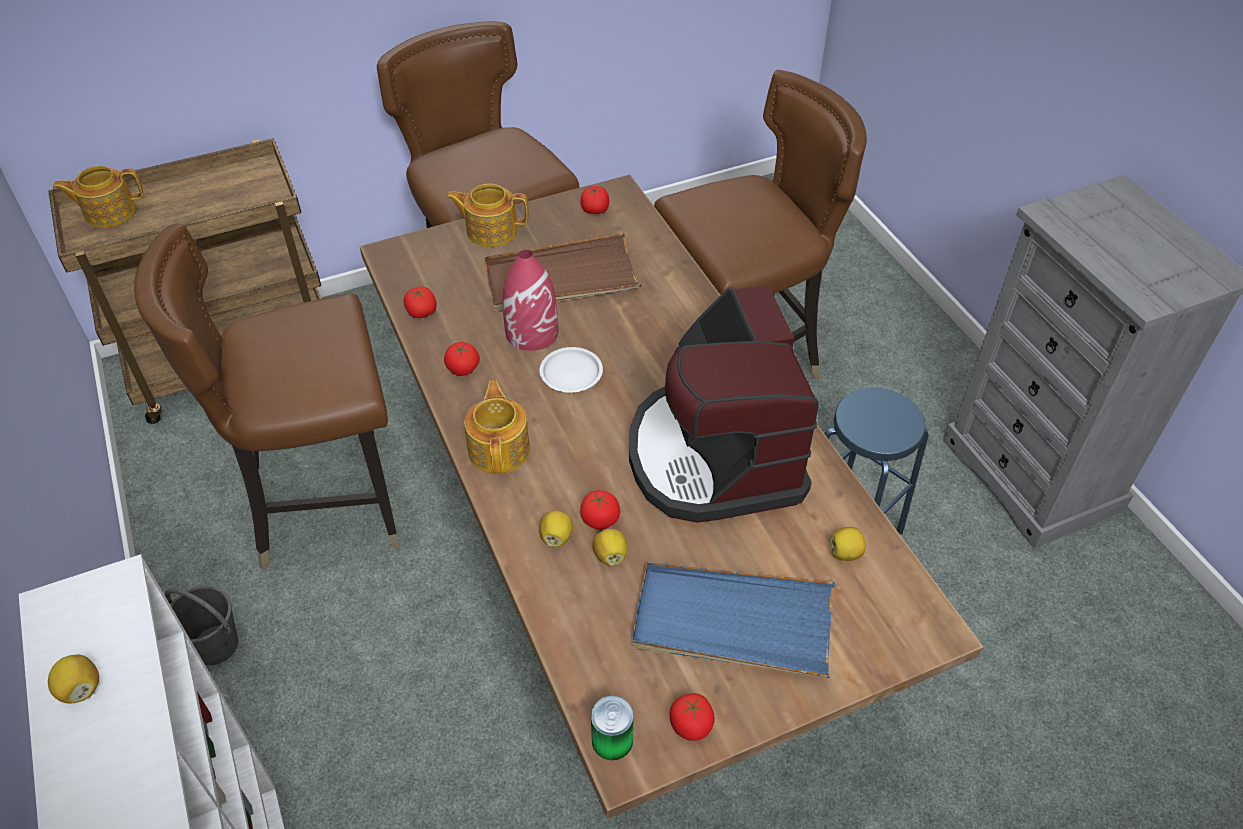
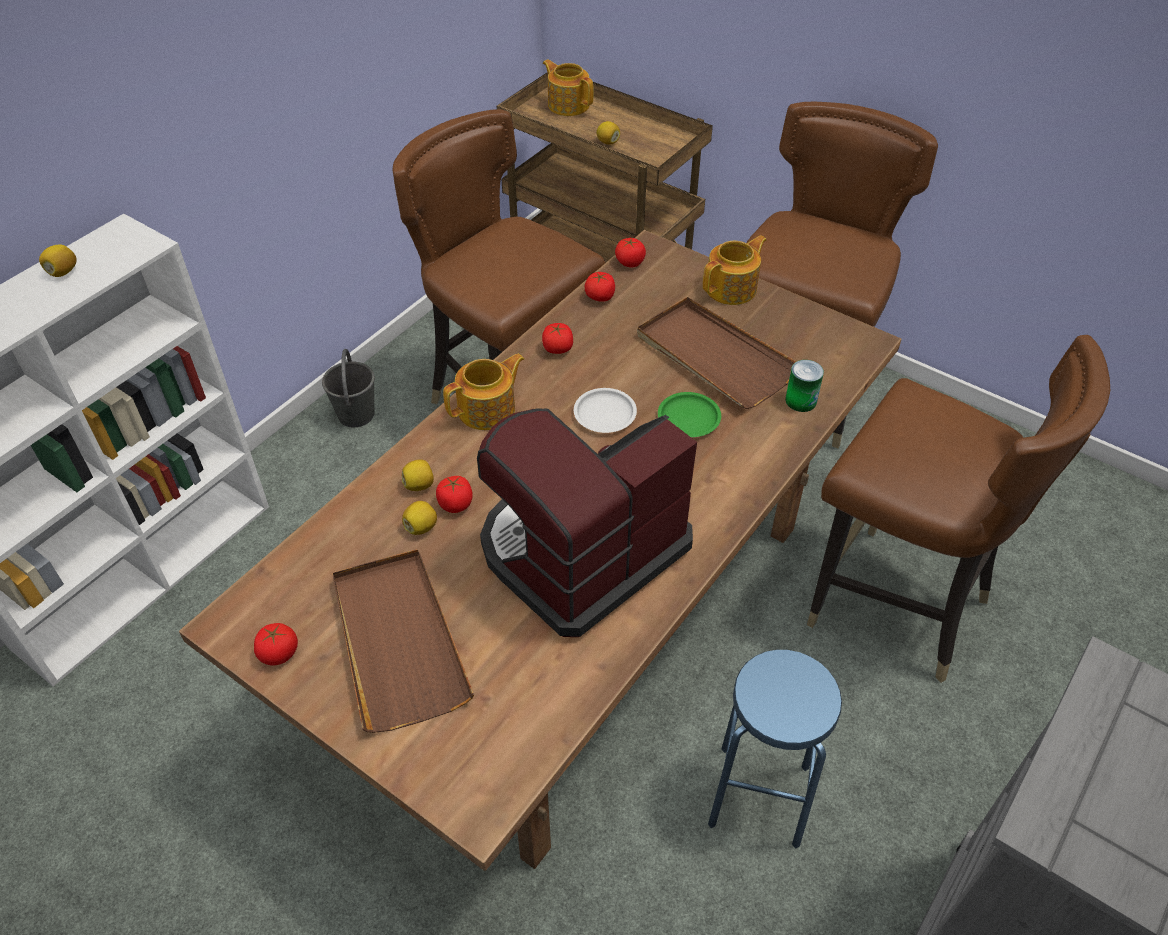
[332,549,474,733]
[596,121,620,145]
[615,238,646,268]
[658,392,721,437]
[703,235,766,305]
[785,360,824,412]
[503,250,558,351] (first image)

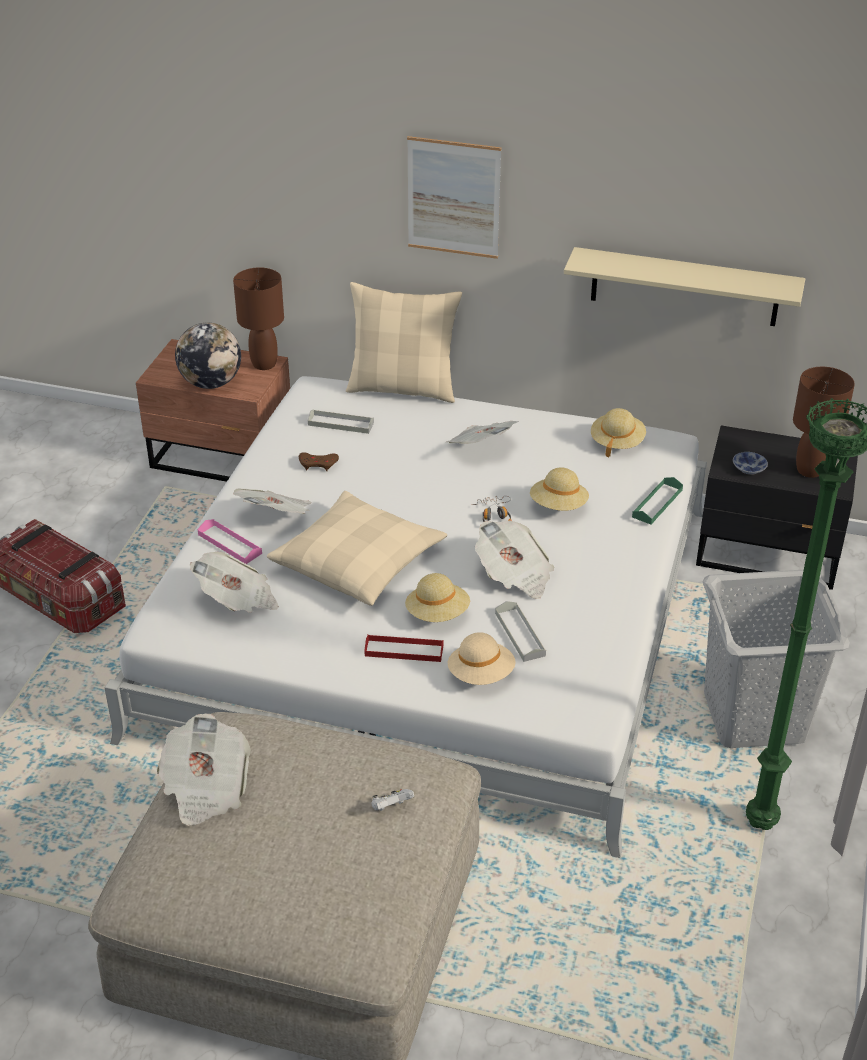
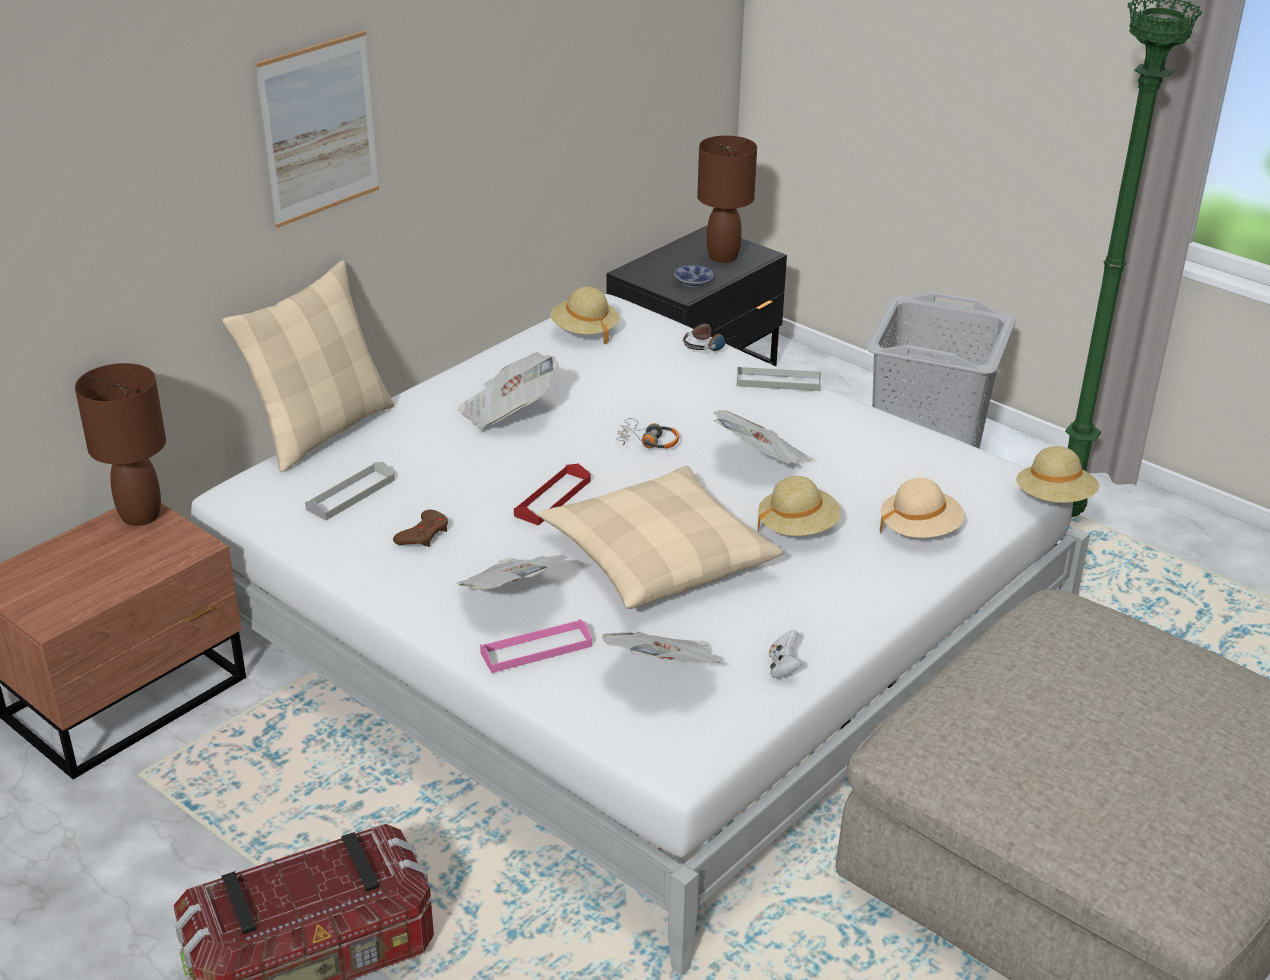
[514,463,591,526]
[683,324,736,351]
[736,366,821,391]
[769,630,802,678]
[1016,446,1100,503]
[157,714,251,826] (first image)
[175,323,241,389] (first image)
[564,247,805,326] (first image)

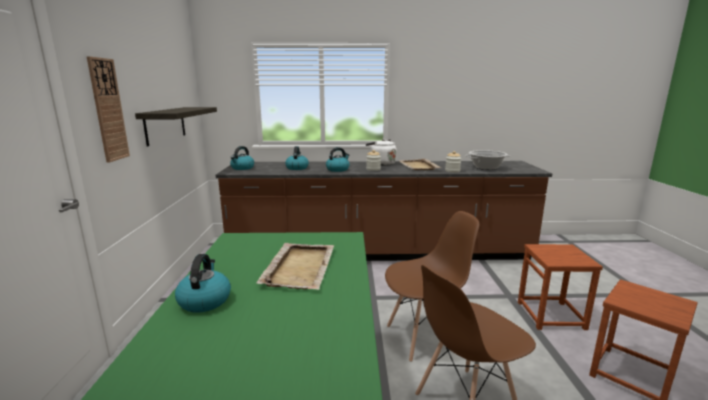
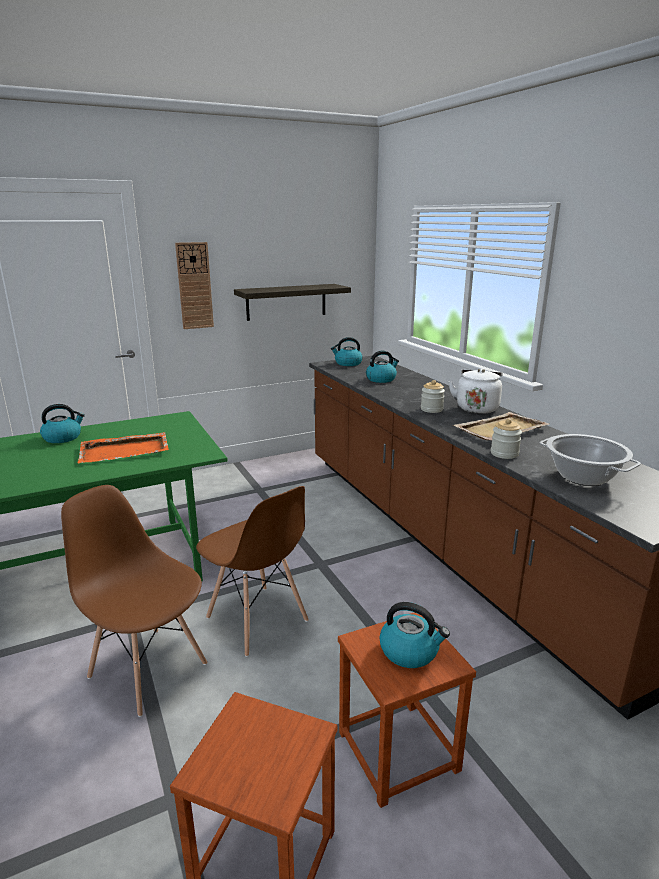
[78,432,169,463]
[379,602,450,668]

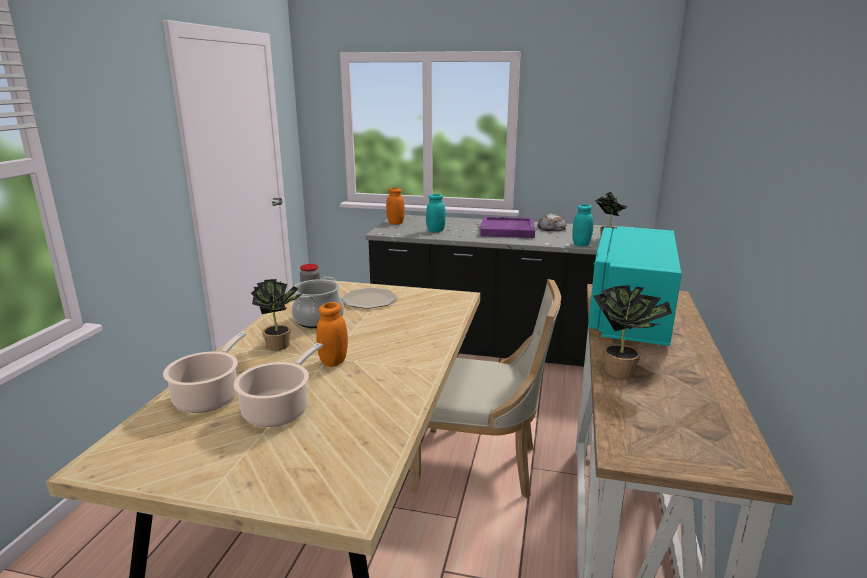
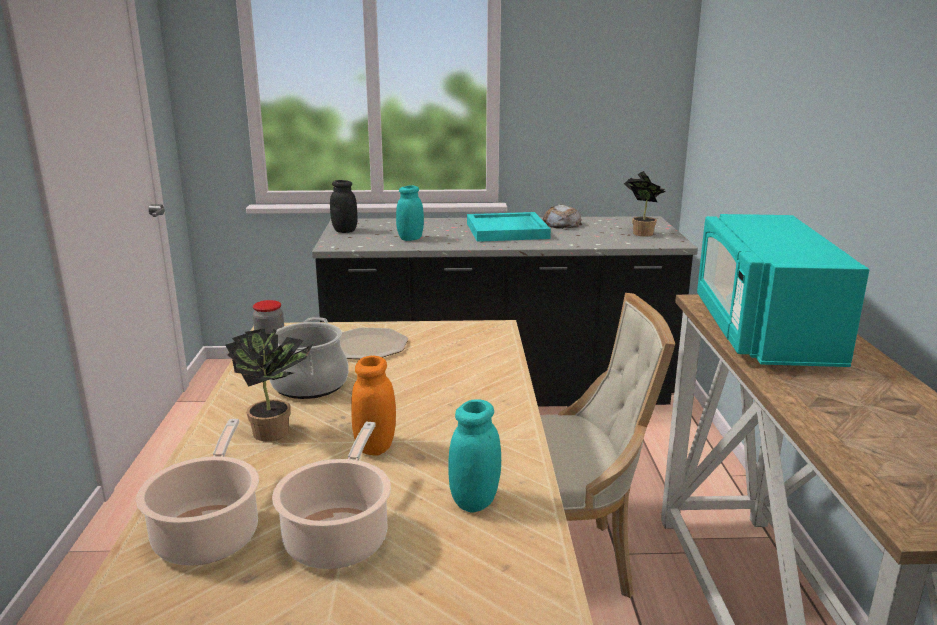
[330,180,357,233]
[448,399,501,513]
[467,212,551,242]
[593,285,672,378] (first image)

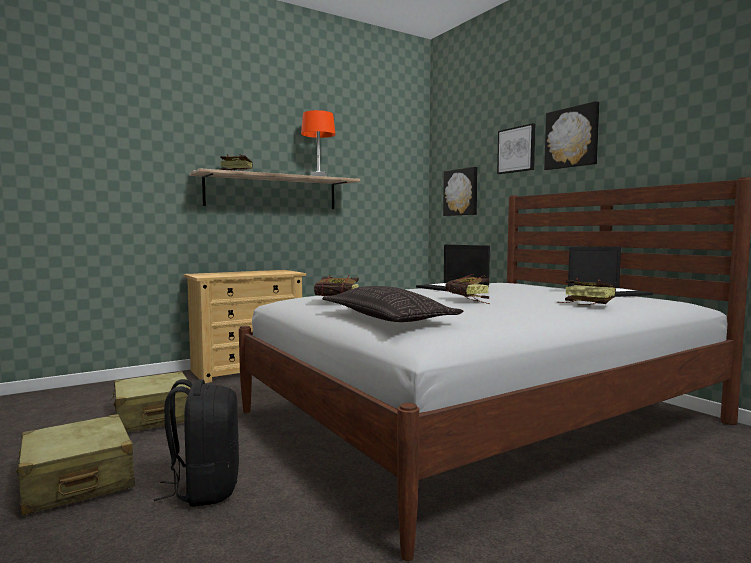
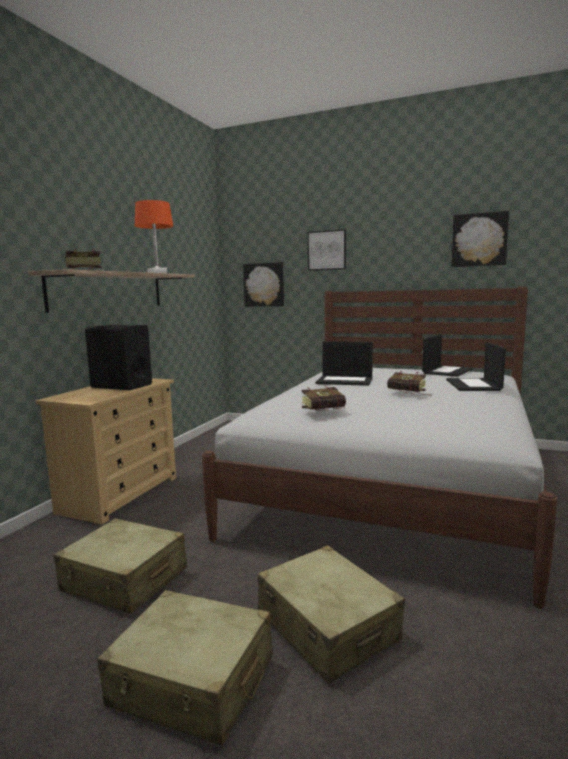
[85,325,152,390]
[258,545,405,684]
[446,342,506,391]
[451,211,509,267]
[322,286,463,322] (first image)

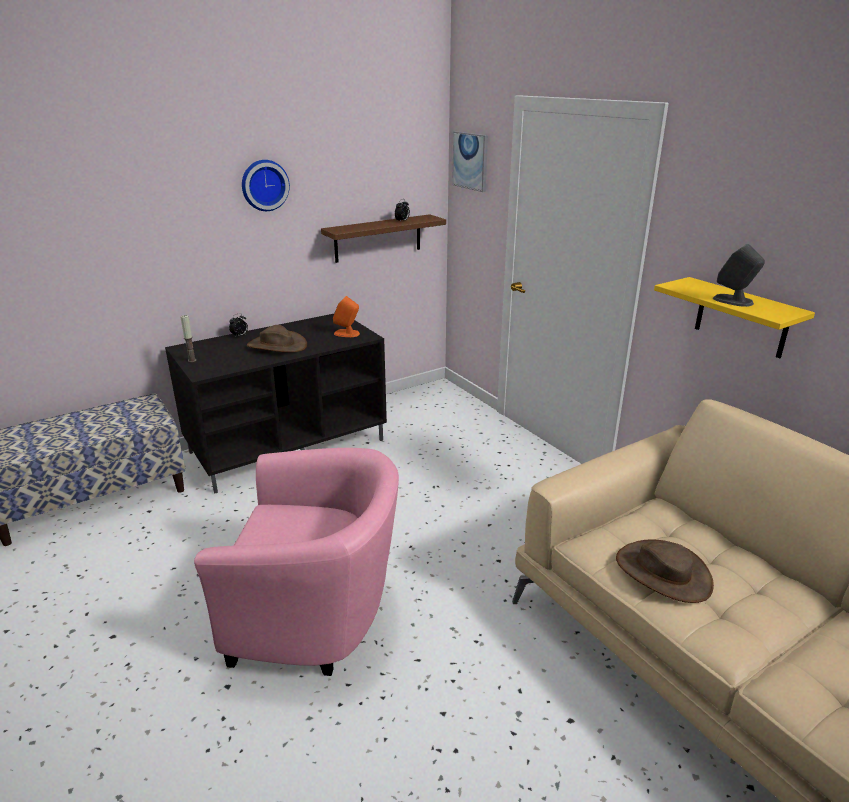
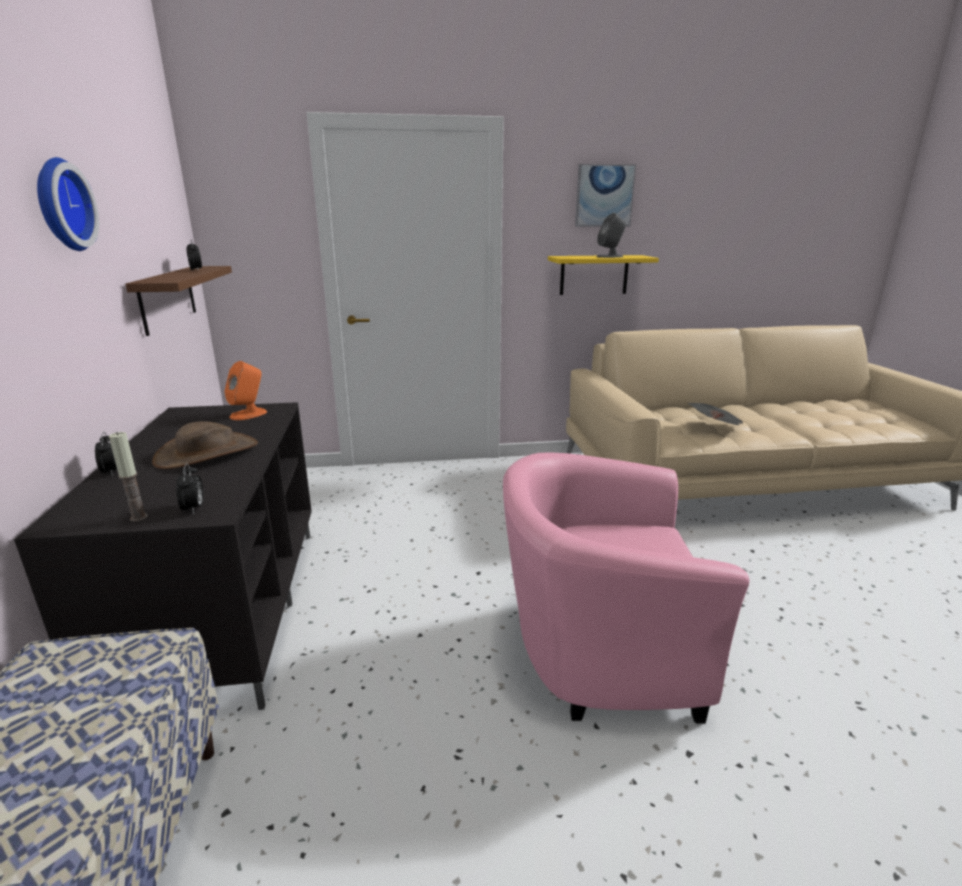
[176,463,204,514]
[503,453,749,724]
[575,164,636,227]
[687,403,743,425]

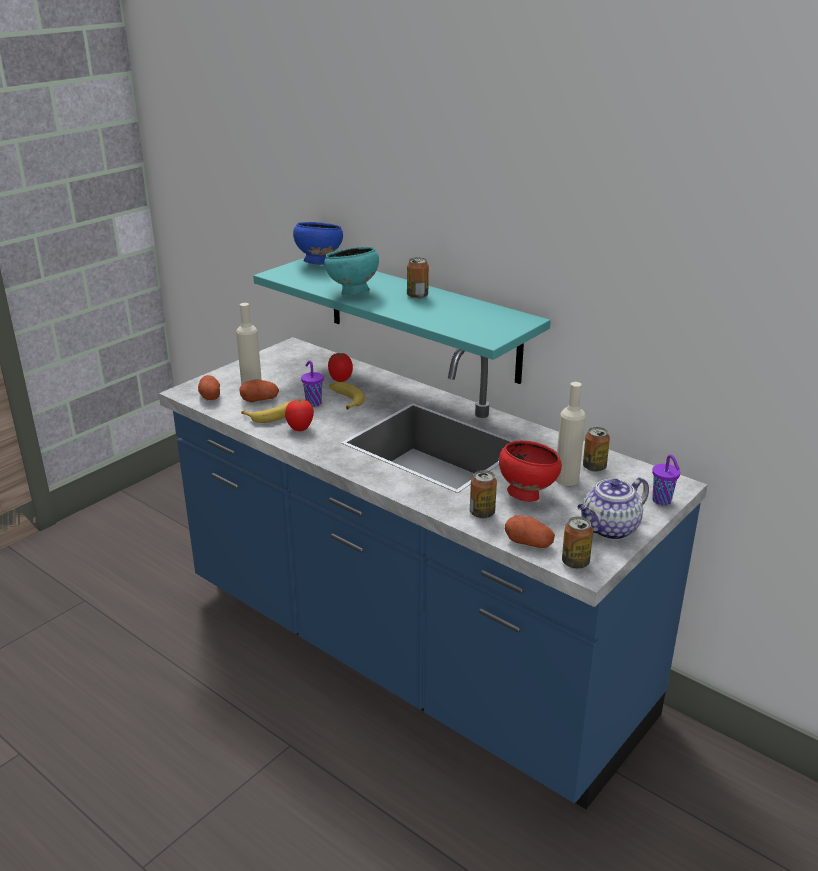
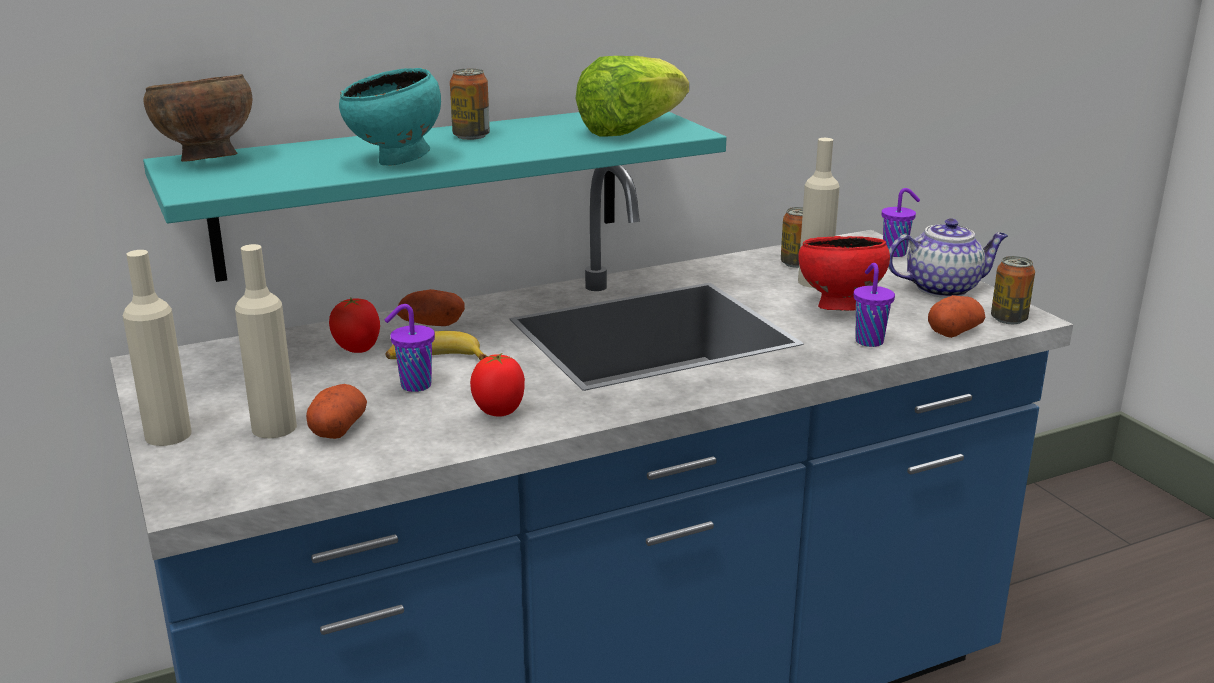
[123,250,192,446]
[143,74,253,162]
[397,289,465,326]
[575,56,689,137]
[854,263,895,347]
[888,218,1008,298]
[241,401,291,423] (first image)

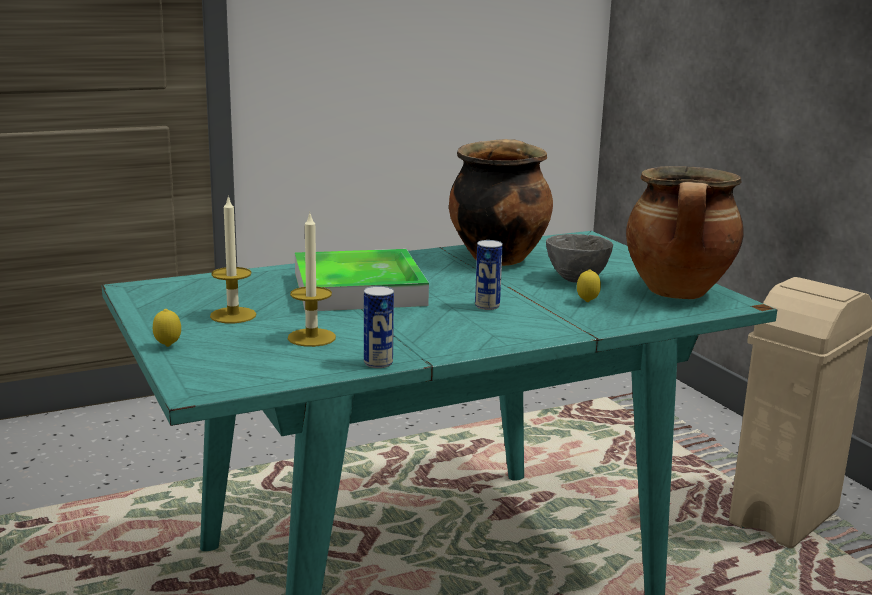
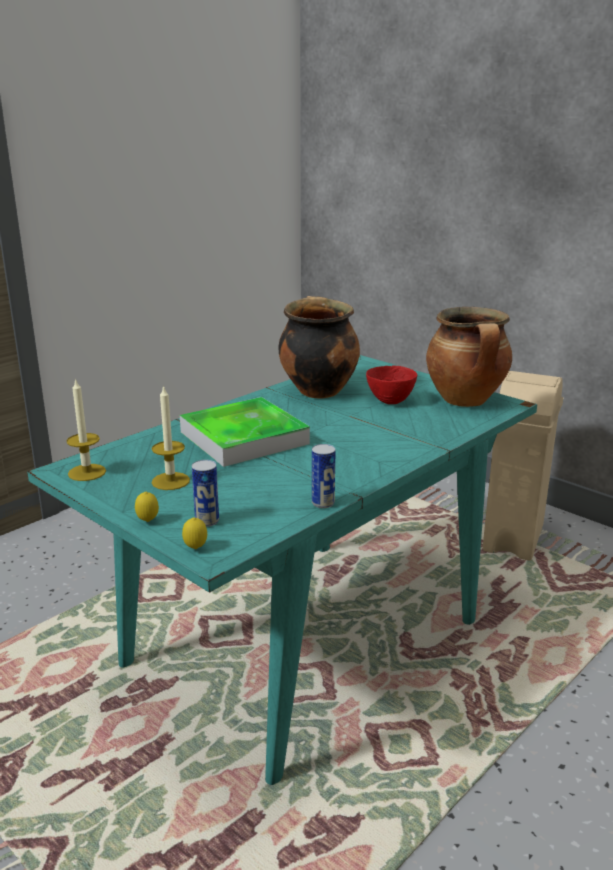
[67,378,106,481]
[182,517,207,549]
[192,460,219,527]
[366,365,417,404]

